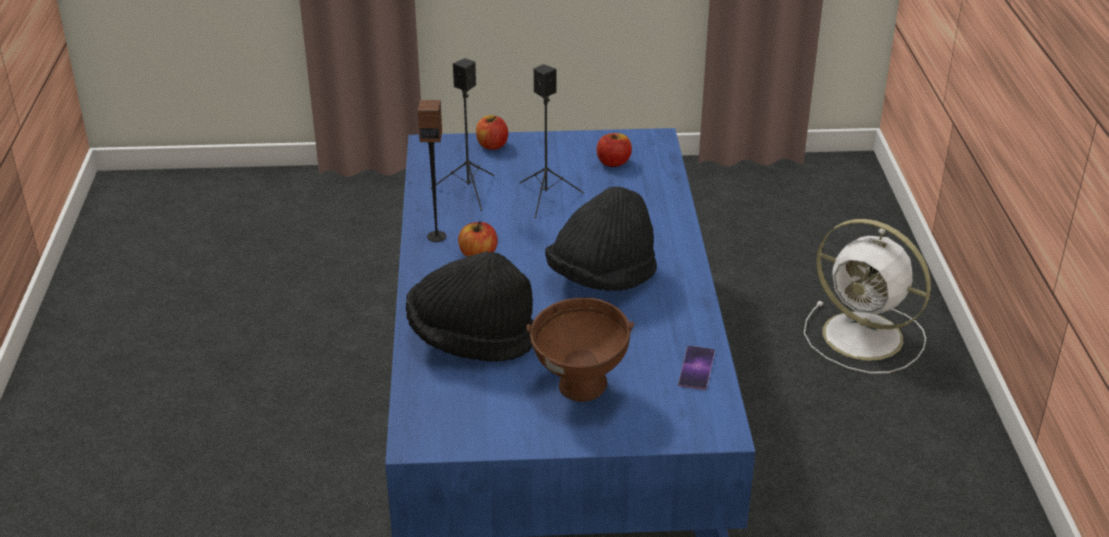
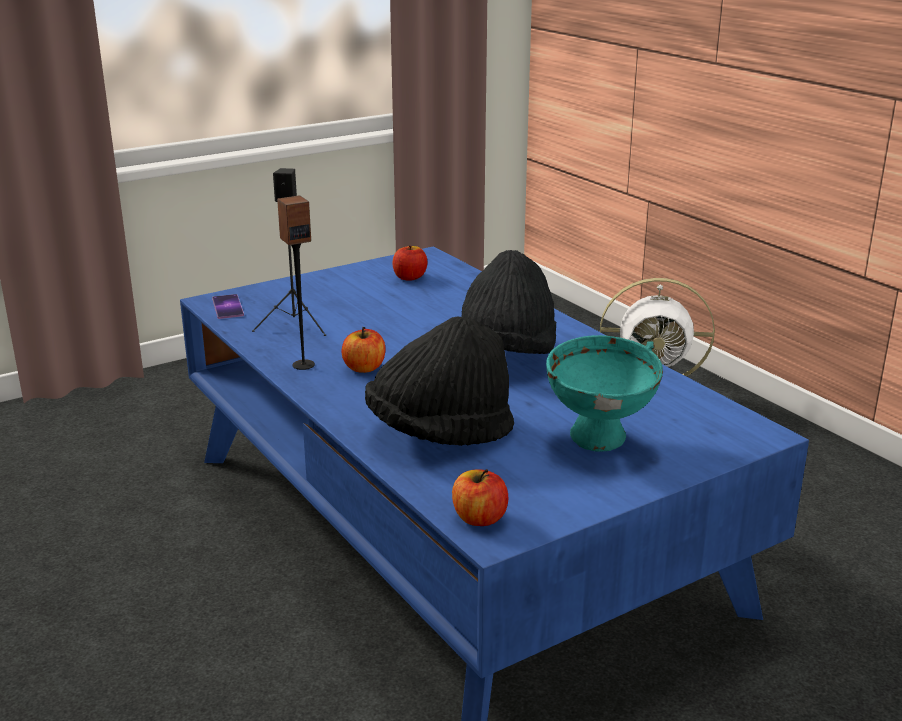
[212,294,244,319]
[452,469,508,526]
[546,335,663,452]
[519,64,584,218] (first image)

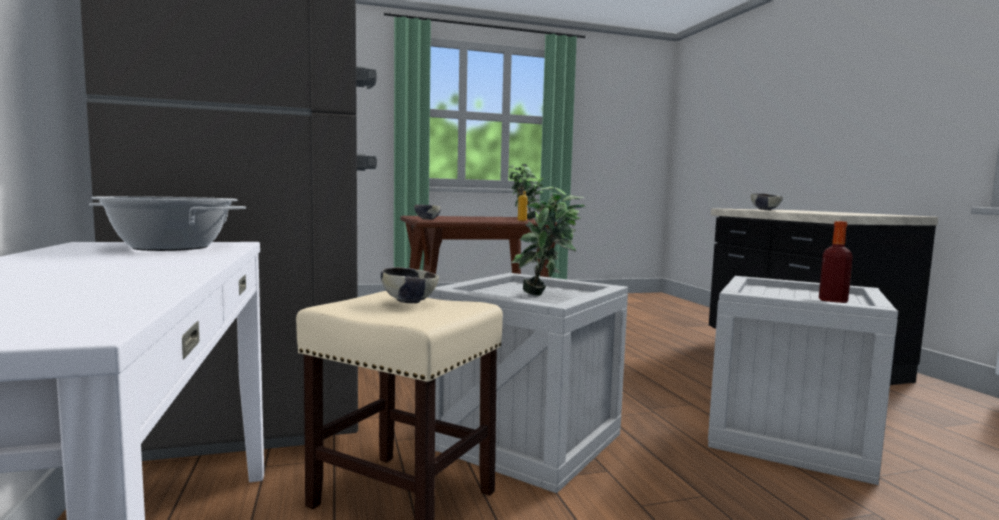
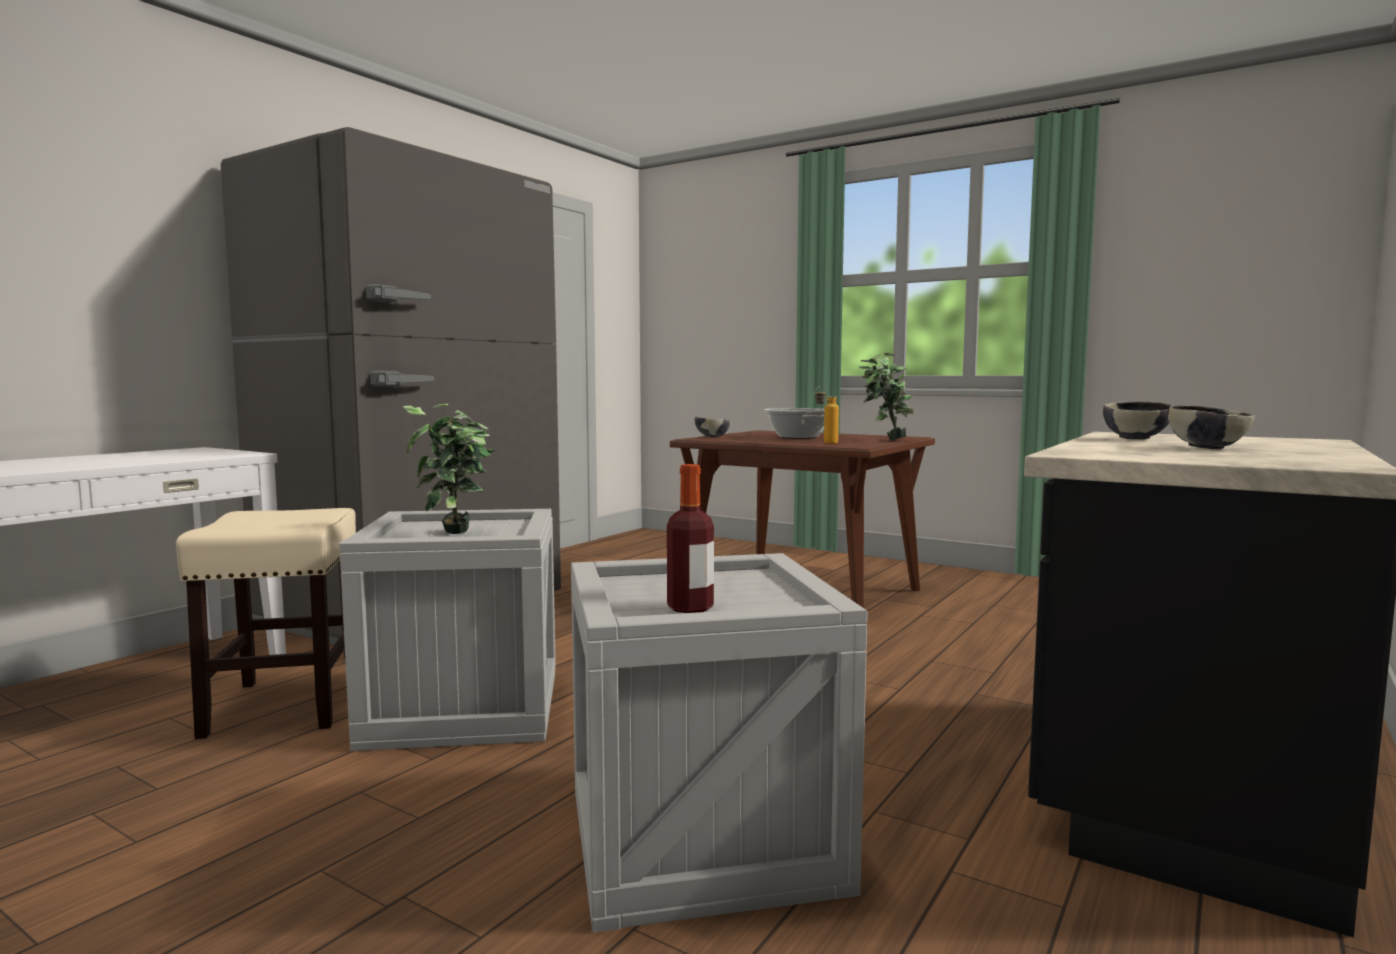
[764,408,824,439]
[1167,405,1255,449]

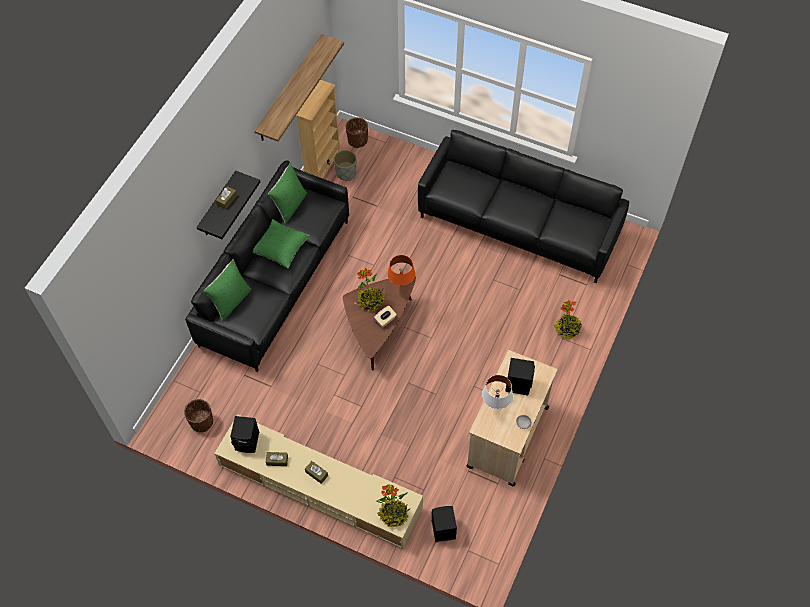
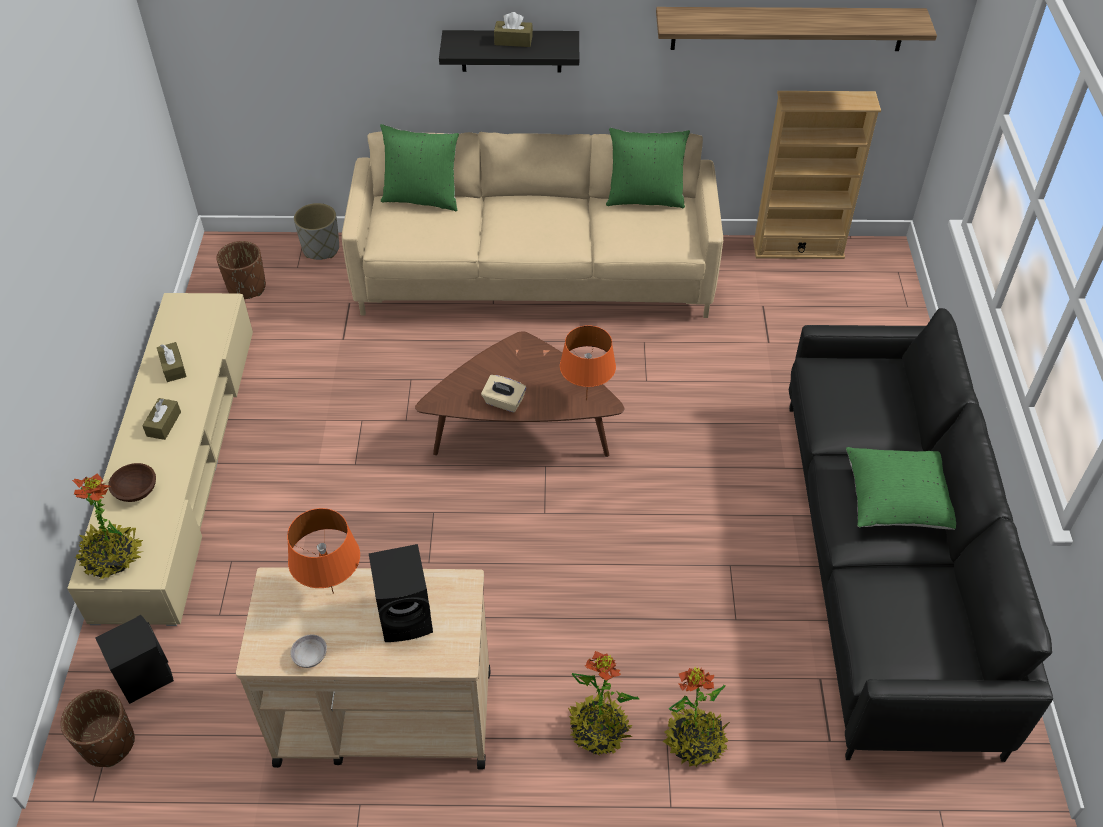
[60,689,135,767]
[108,463,156,502]
[287,508,360,594]
[294,203,339,260]
[342,131,723,318]
[568,651,639,755]
[846,447,956,530]
[230,416,259,453] (first image)

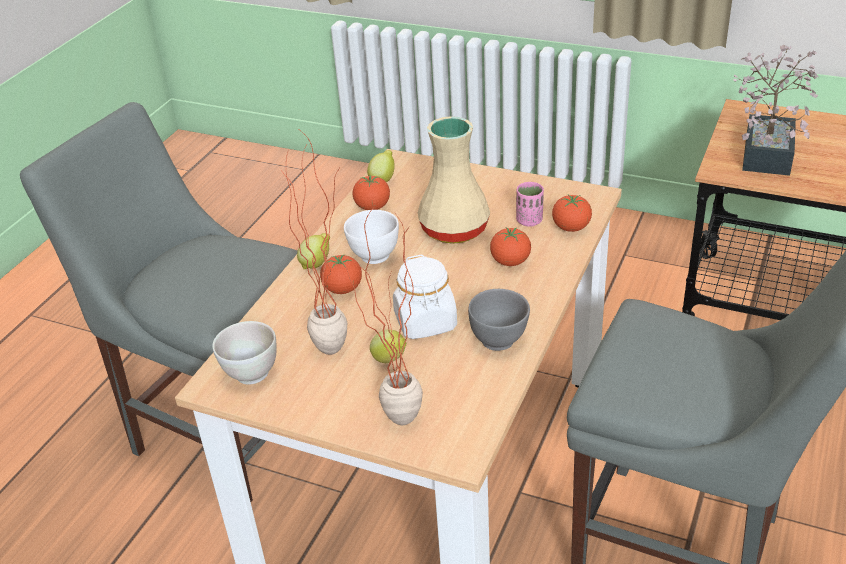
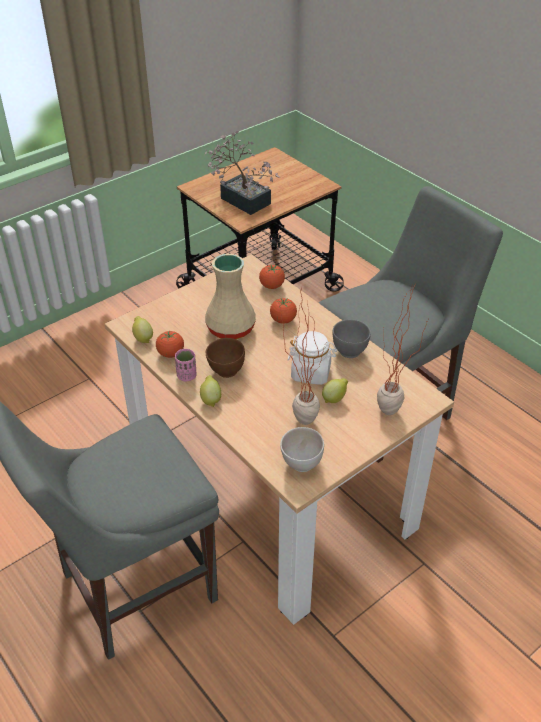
[175,349,196,381]
[206,338,245,378]
[320,254,362,294] (first image)

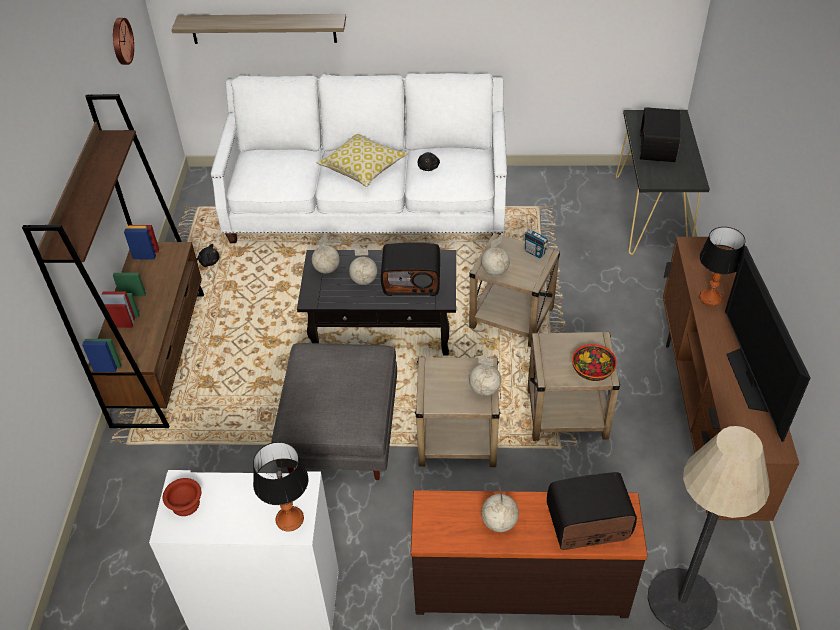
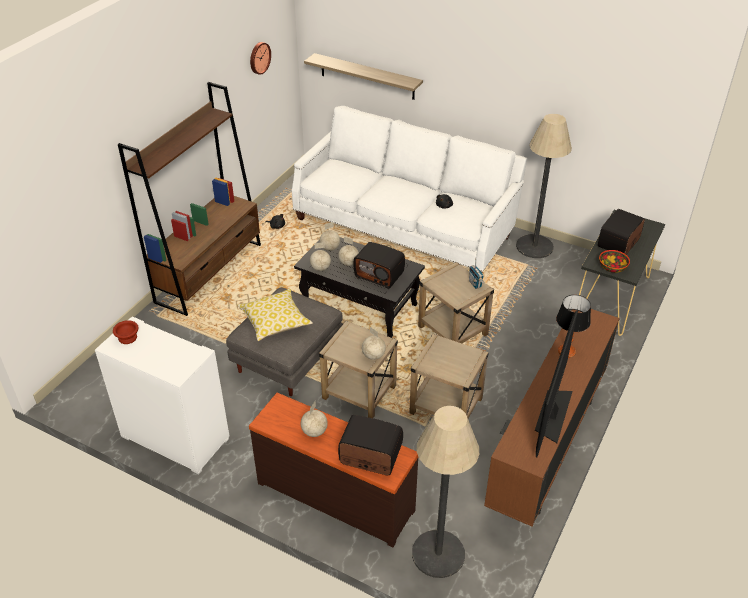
[237,289,313,341]
[310,242,331,271]
[516,114,572,258]
[599,250,630,273]
[253,442,308,532] (first image)

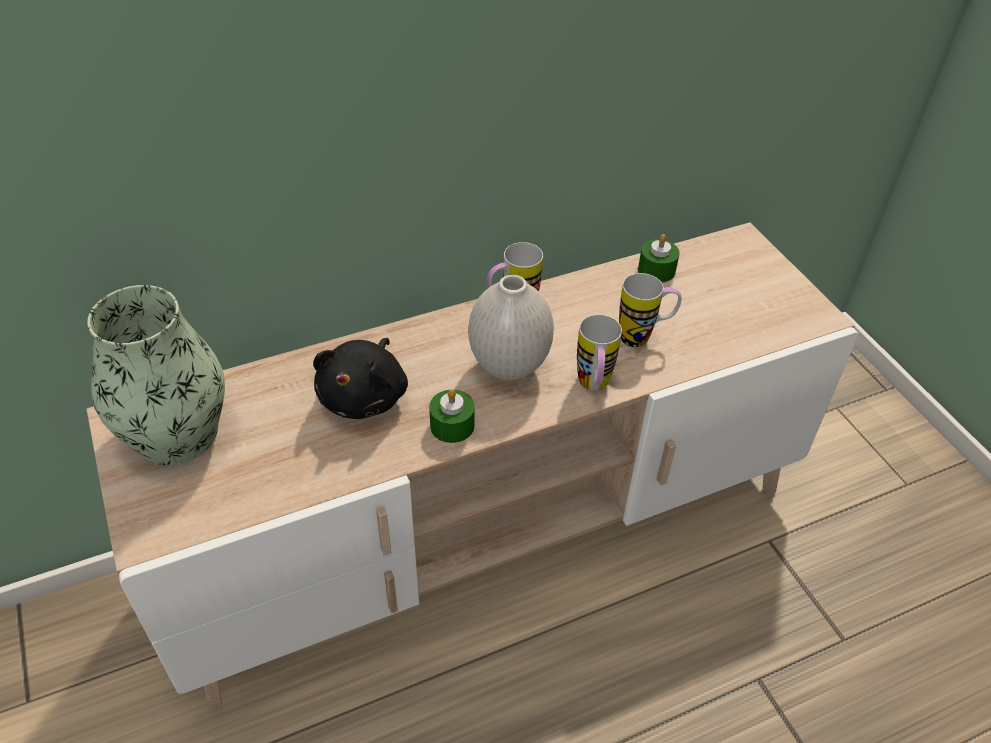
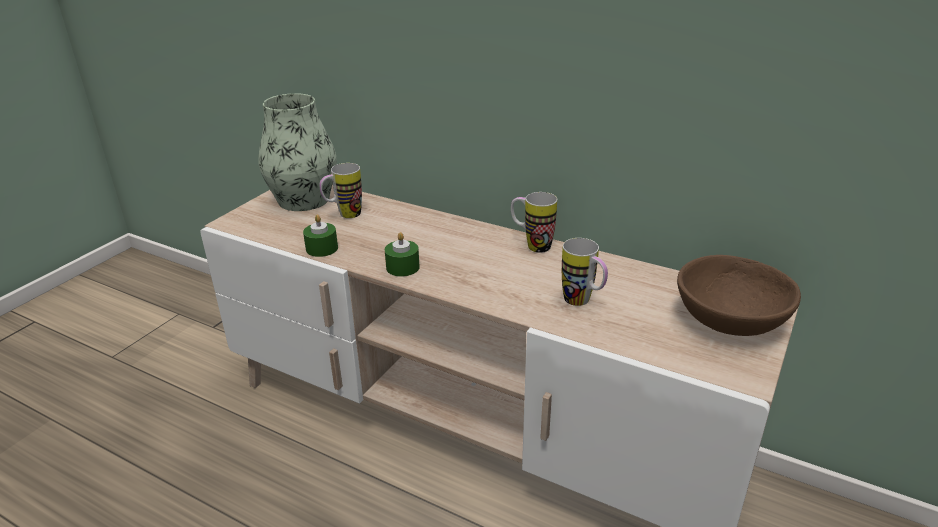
[303,215,338,257]
[319,163,362,218]
[677,255,801,336]
[313,338,408,419] (first image)
[468,275,554,380] (first image)

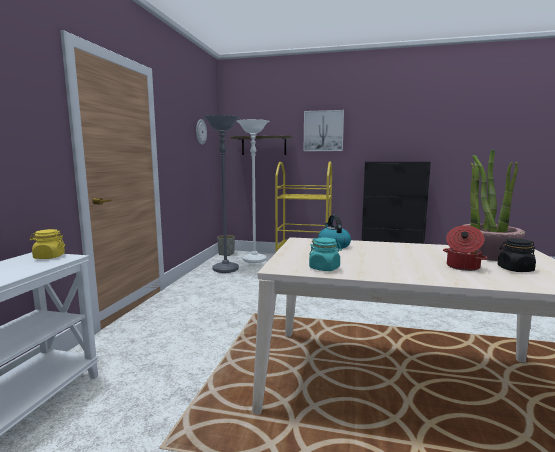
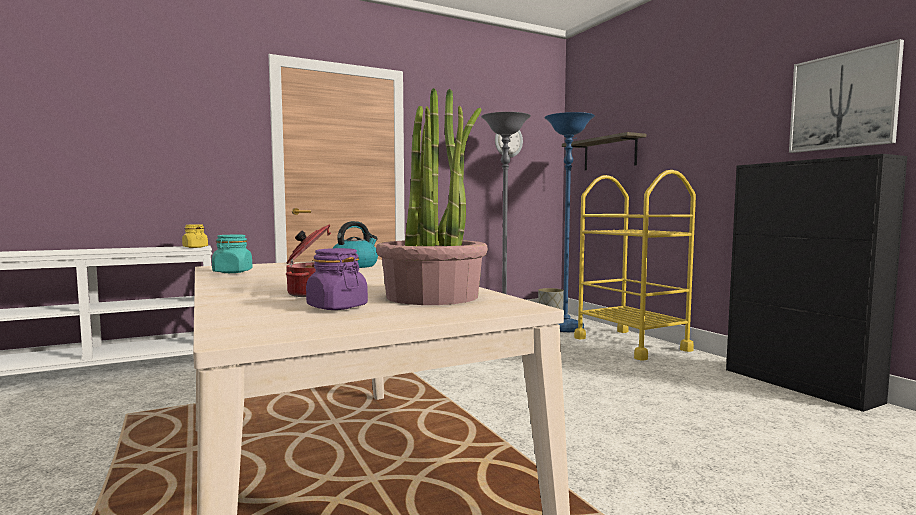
[306,248,368,310]
[544,112,595,332]
[789,39,904,153]

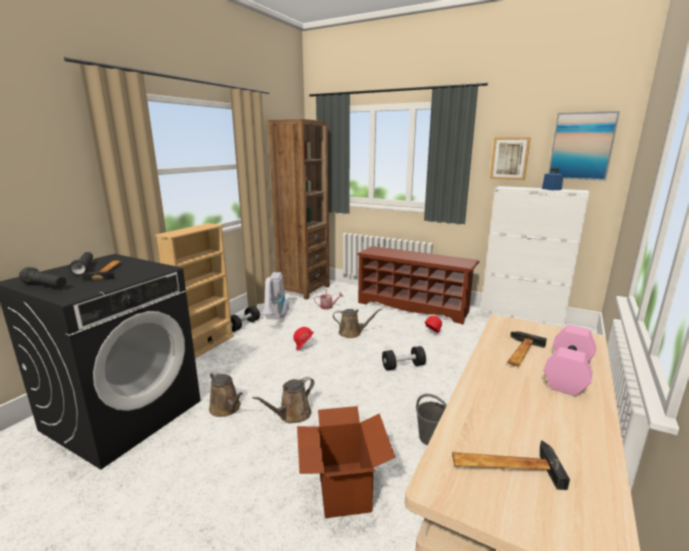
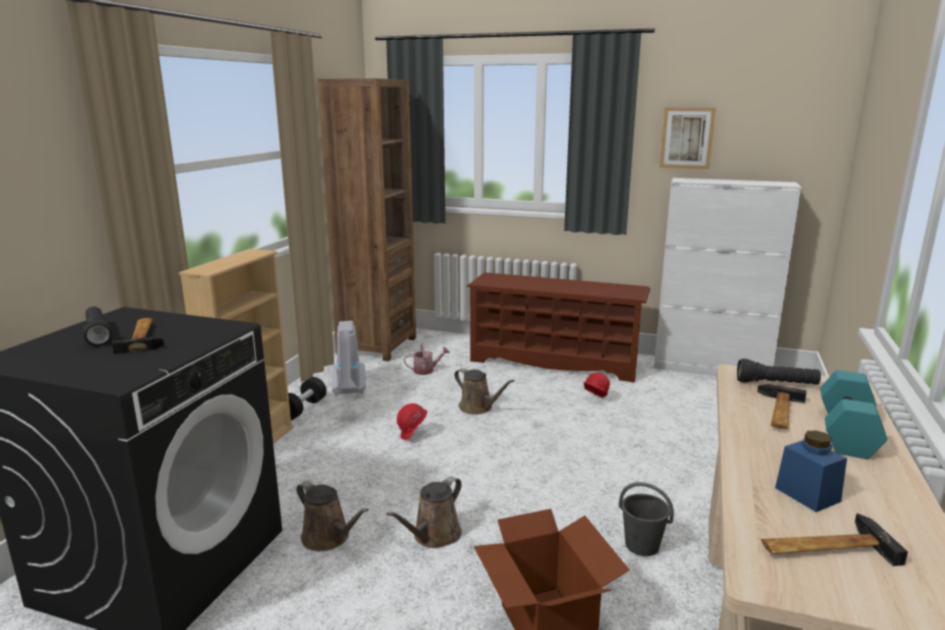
[454,368,514,415]
[737,359,821,385]
[775,431,847,512]
[820,370,887,459]
[382,346,426,371] (first image)
[548,111,620,181] (first image)

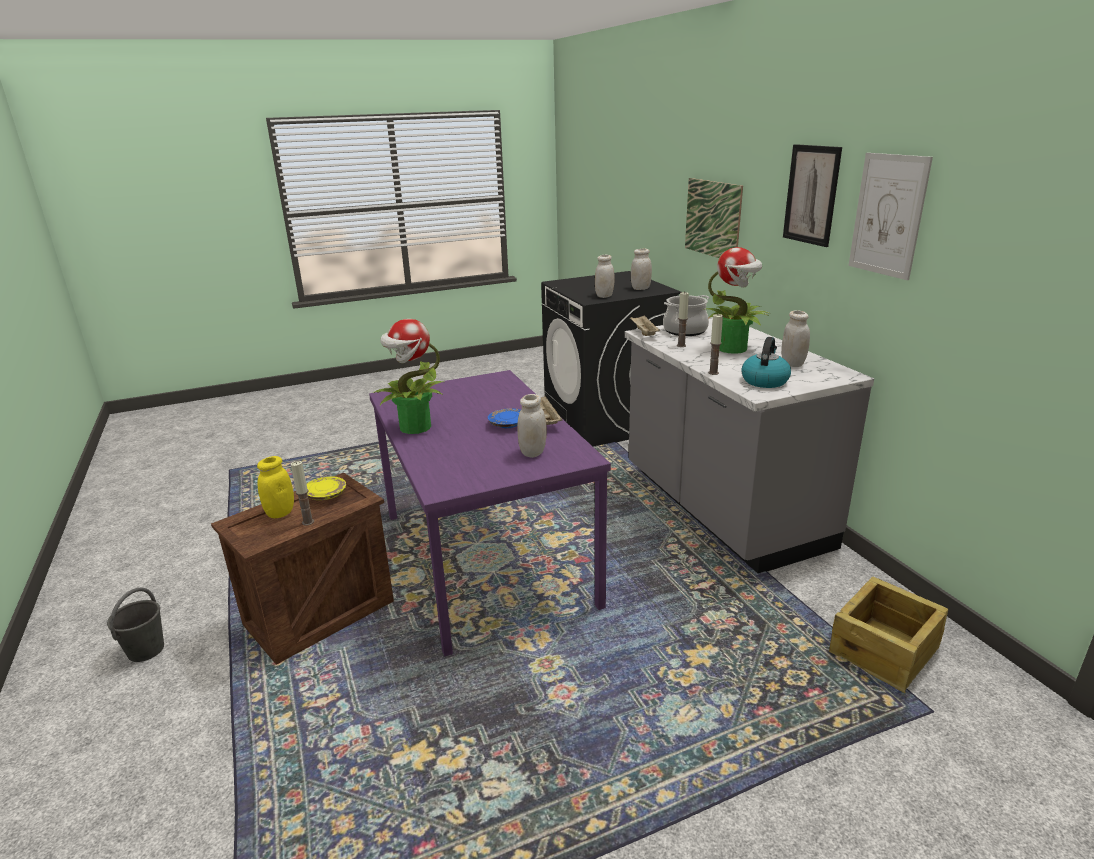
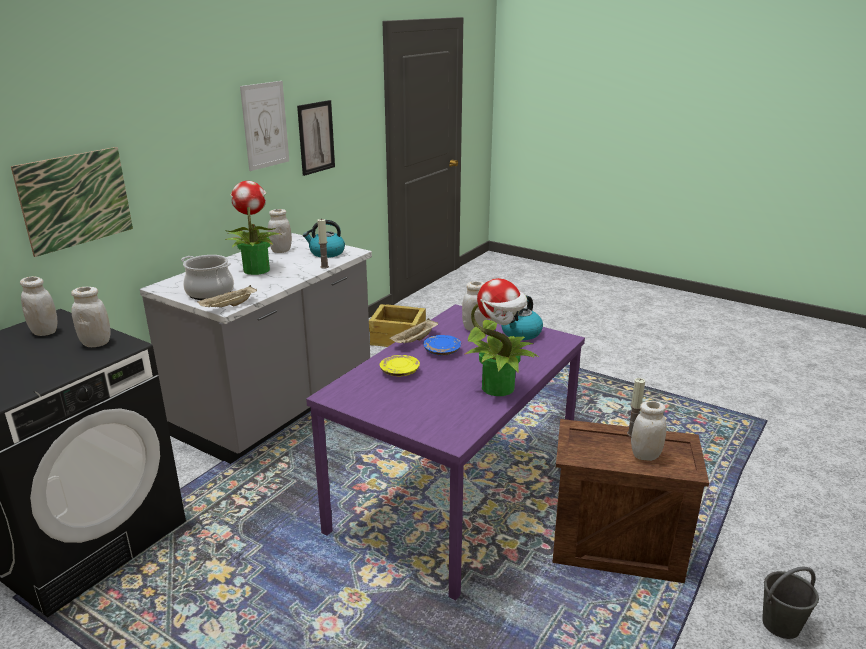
[297,100,335,176]
[380,355,420,376]
[501,295,543,340]
[631,401,667,461]
[677,292,689,347] (first image)

